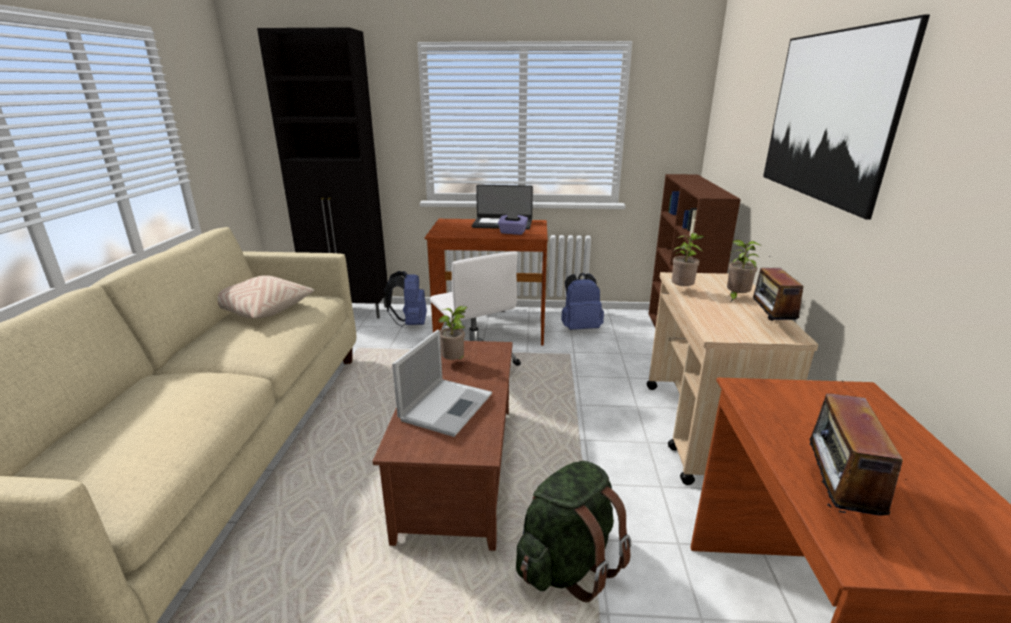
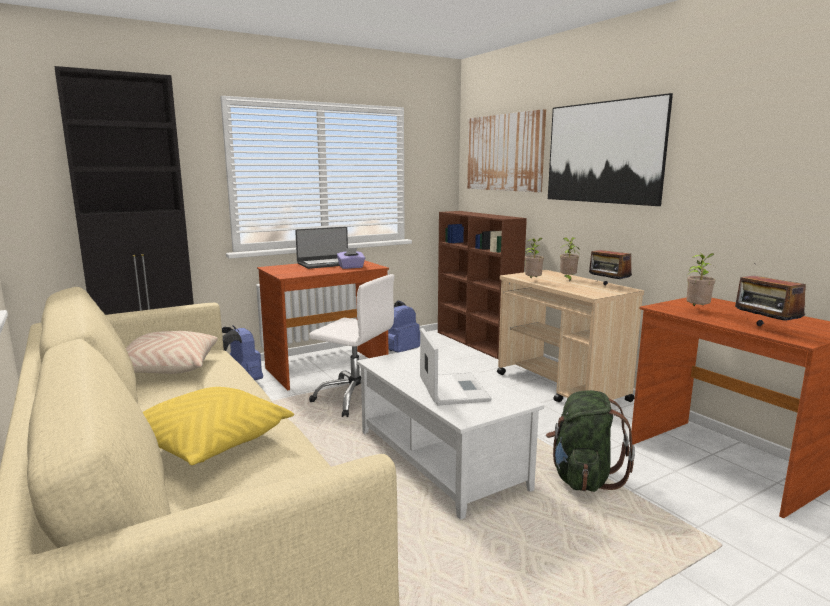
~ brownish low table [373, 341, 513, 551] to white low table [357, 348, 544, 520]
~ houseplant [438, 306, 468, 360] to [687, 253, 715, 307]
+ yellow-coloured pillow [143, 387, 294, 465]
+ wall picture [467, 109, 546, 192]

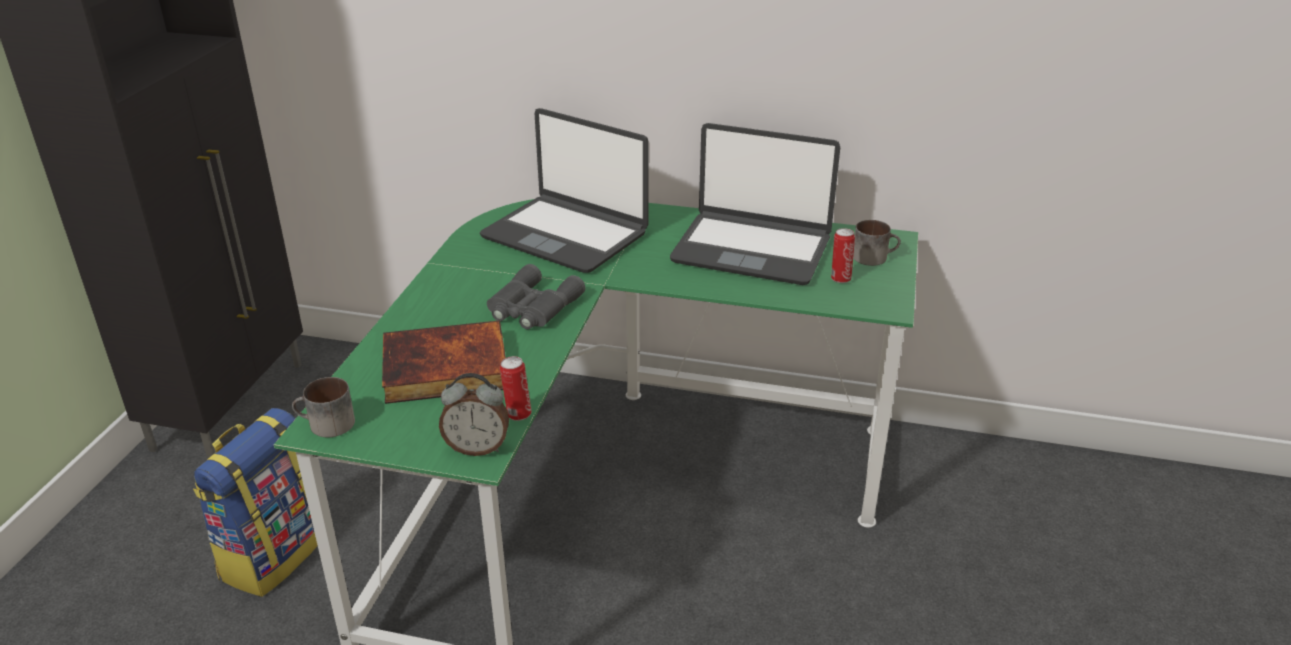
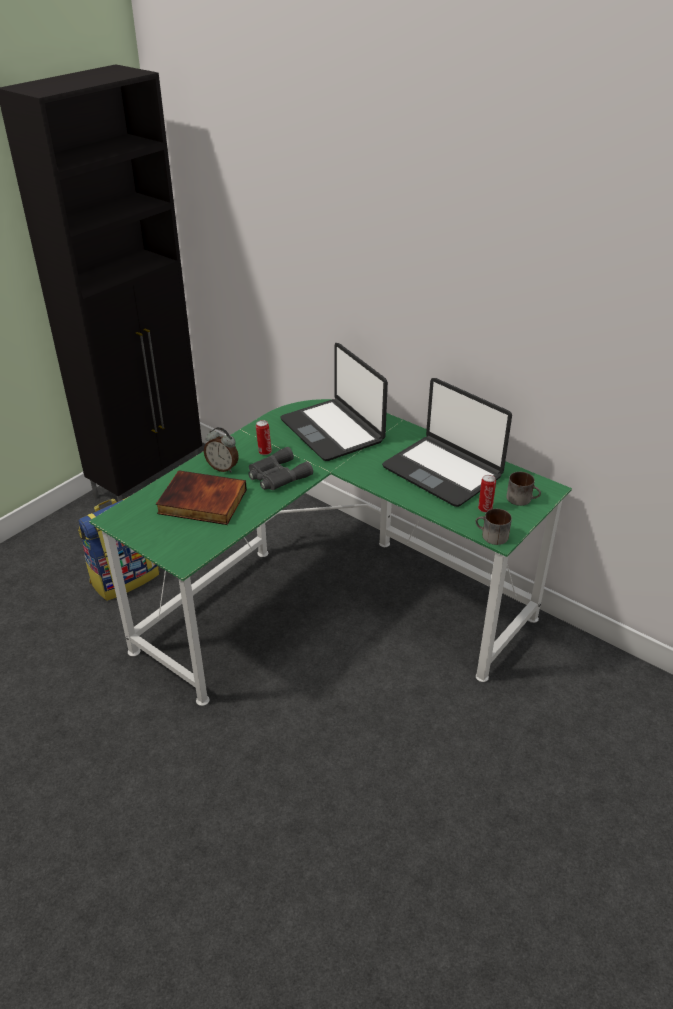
~ coffee mug [292, 377, 355, 437] to [476, 509, 512, 545]
~ alarm clock [439, 373, 509, 456] to [204, 427, 239, 472]
~ metal can [500, 356, 531, 421] to [256, 420, 272, 455]

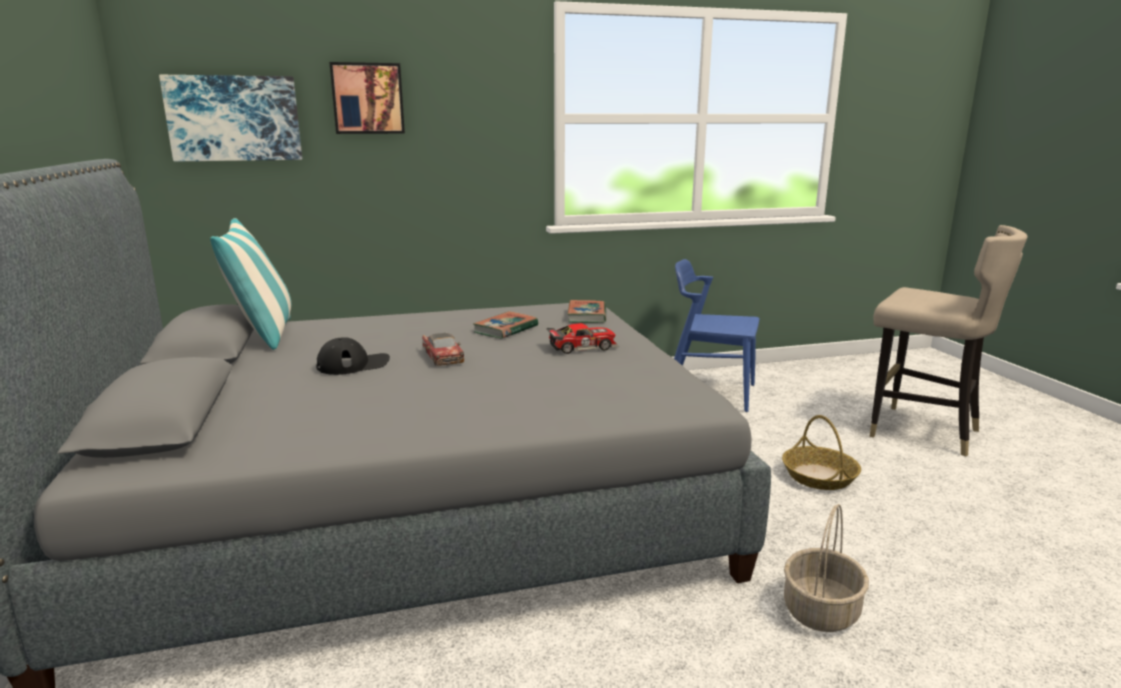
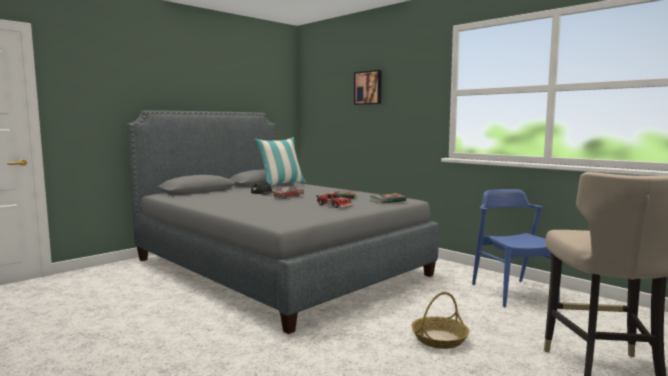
- wall picture [159, 75, 302, 161]
- storage basket [784, 504, 869, 632]

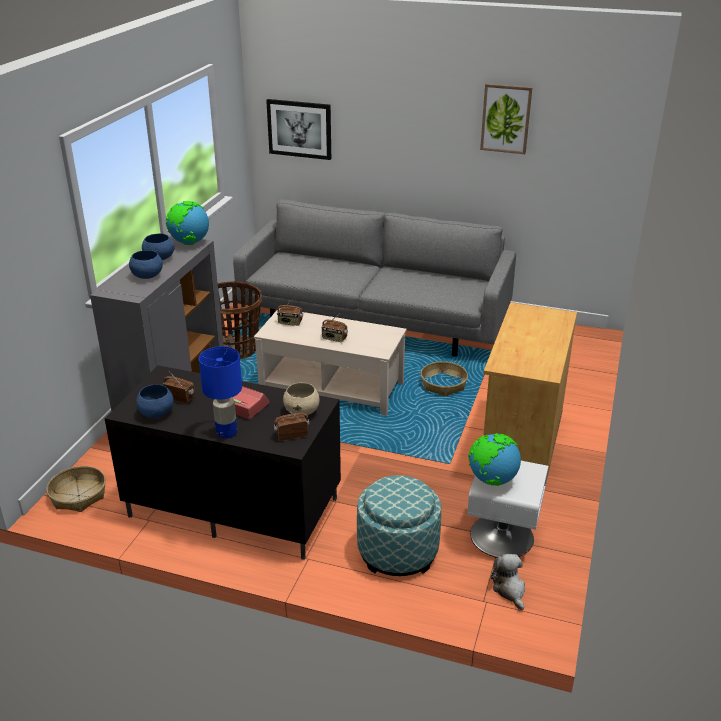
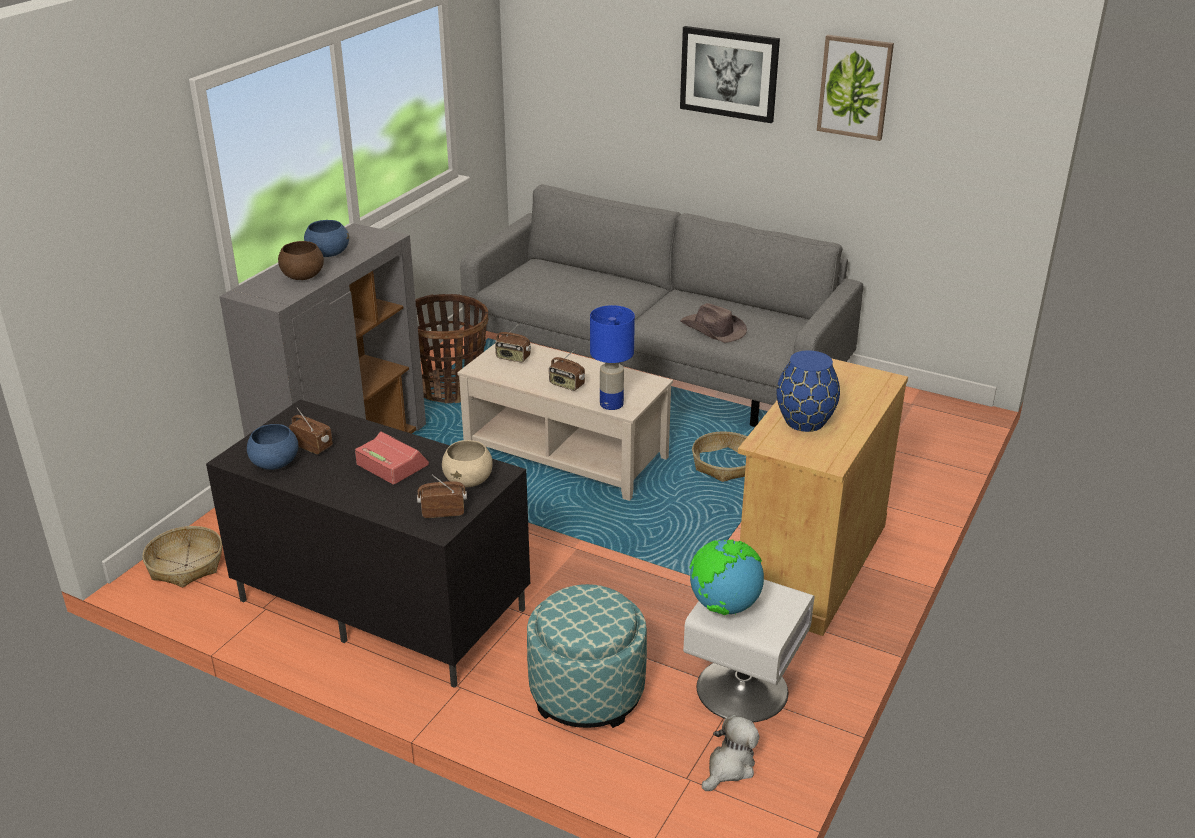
~ bluish deep dish [129, 250, 163, 279] to brownish deep dish [278, 241, 324, 280]
- world globe [166, 201, 209, 245]
~ bluish lamp for a table [199, 346, 242, 438] to [590, 305, 635, 410]
~ wall picture [266, 99, 331, 160] to [680, 26, 780, 123]
~ soft toy [491, 554, 525, 610] = [702, 715, 759, 791] 45 degrees clockwise
+ brownish hat [680, 303, 747, 343]
+ bluish vase [776, 350, 840, 432]

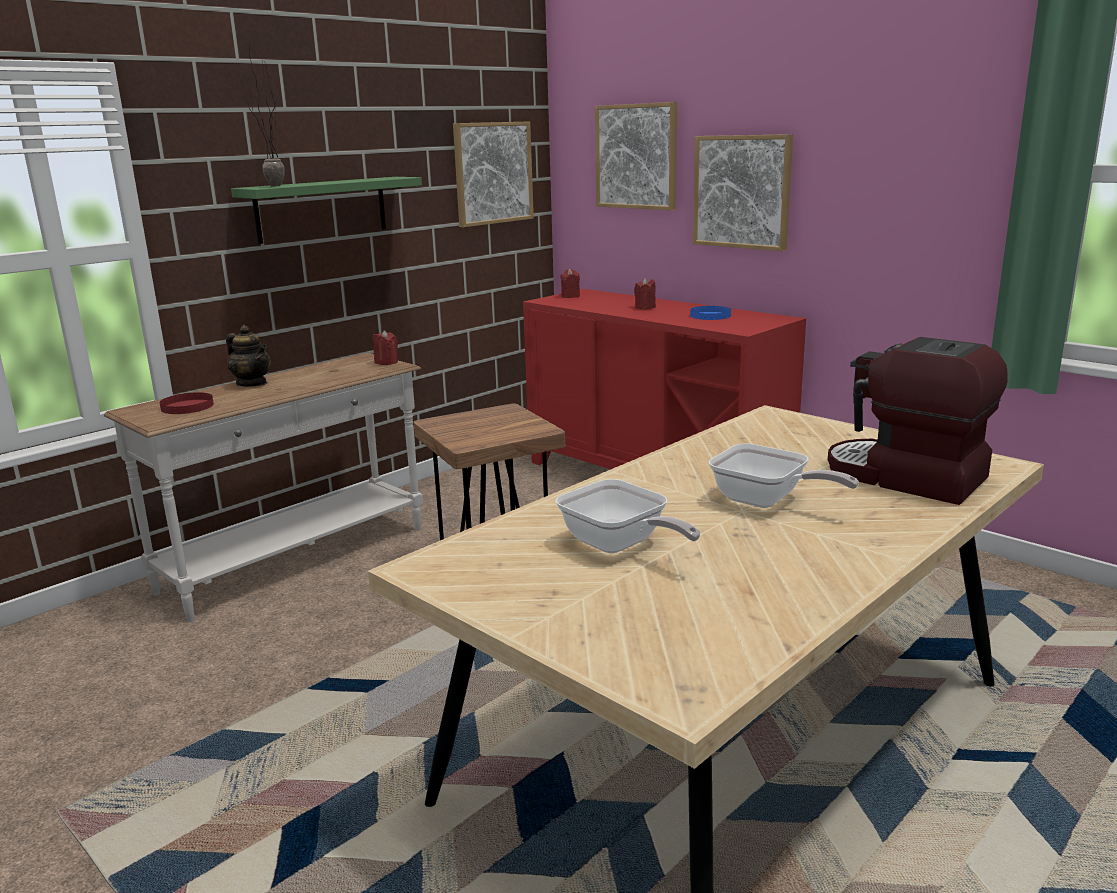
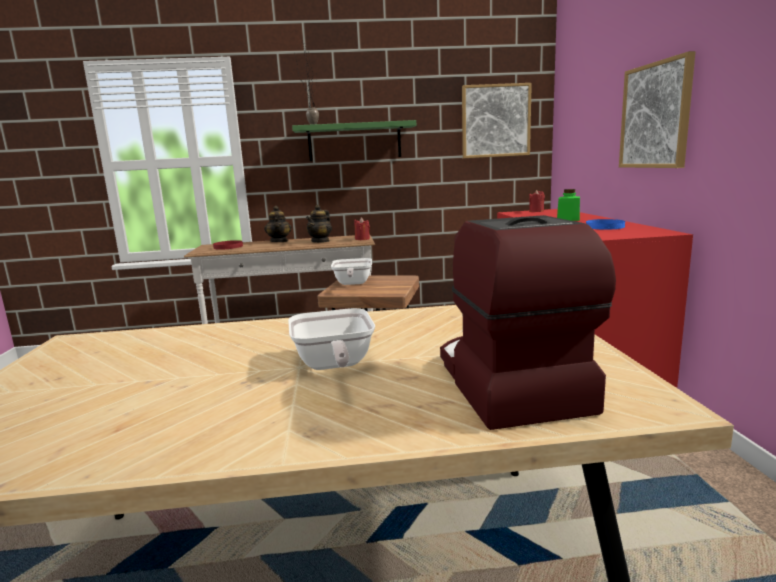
~ skillet [555, 479, 700, 554] to [331, 258, 372, 285]
- wall picture [595, 102, 677, 210]
~ red-coloured wax light [634, 278, 656, 309] to green preserve jar [557, 189, 580, 221]
+ tea pot [306, 205, 332, 243]

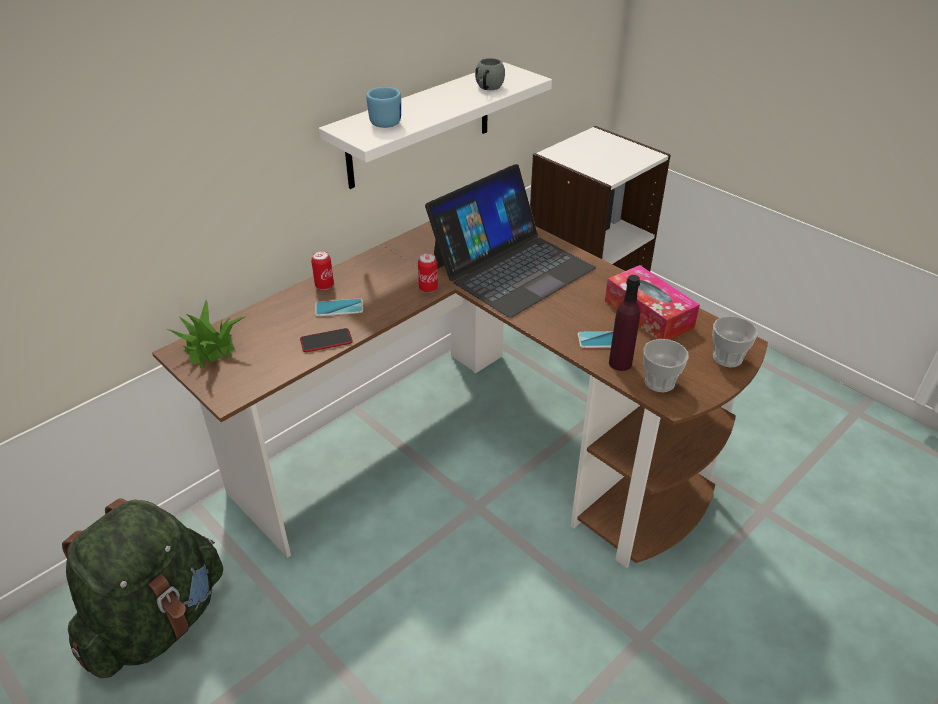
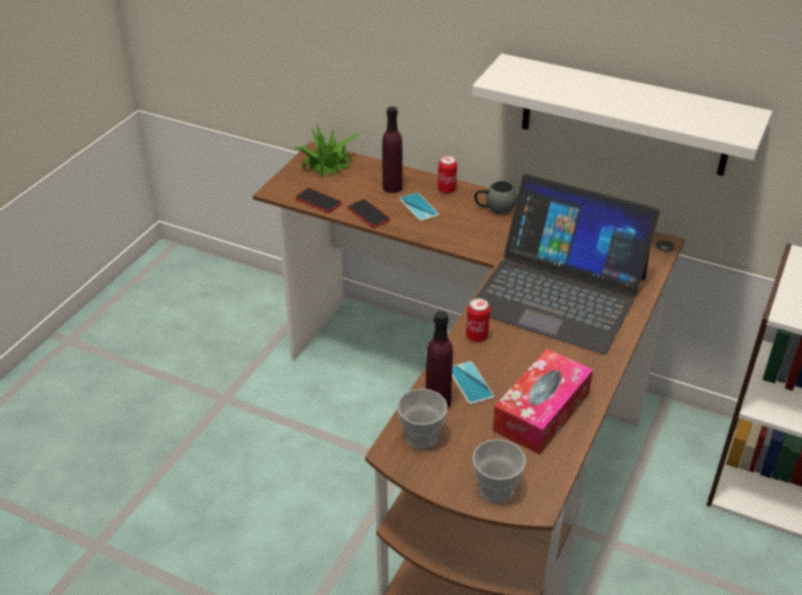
- green knapsack [62, 498, 223, 678]
- bluish coffee mug [366, 87, 401, 128]
~ metal can [418, 253, 438, 293] to [466, 298, 490, 342]
~ gray coffee mug [475, 58, 505, 90] to [474, 181, 517, 214]
+ phone [295, 188, 342, 213]
+ purple-coloured drink bottle [382, 106, 402, 193]

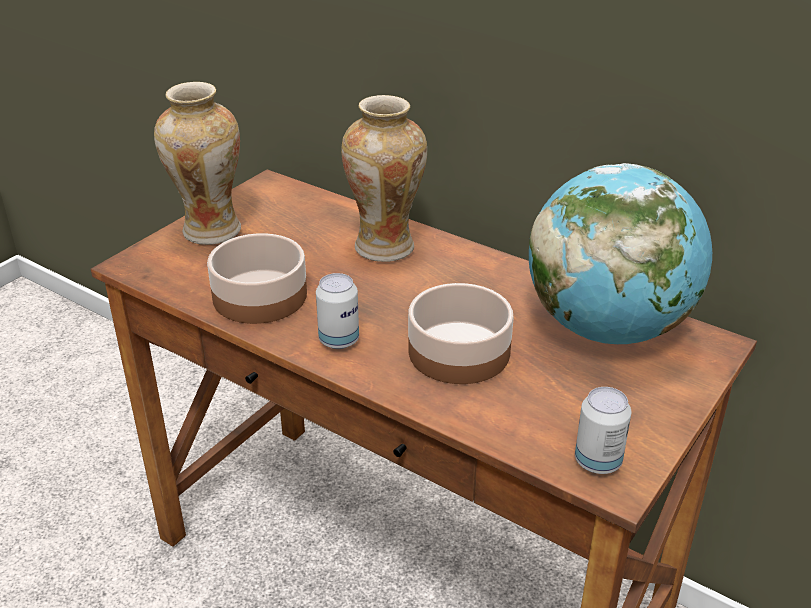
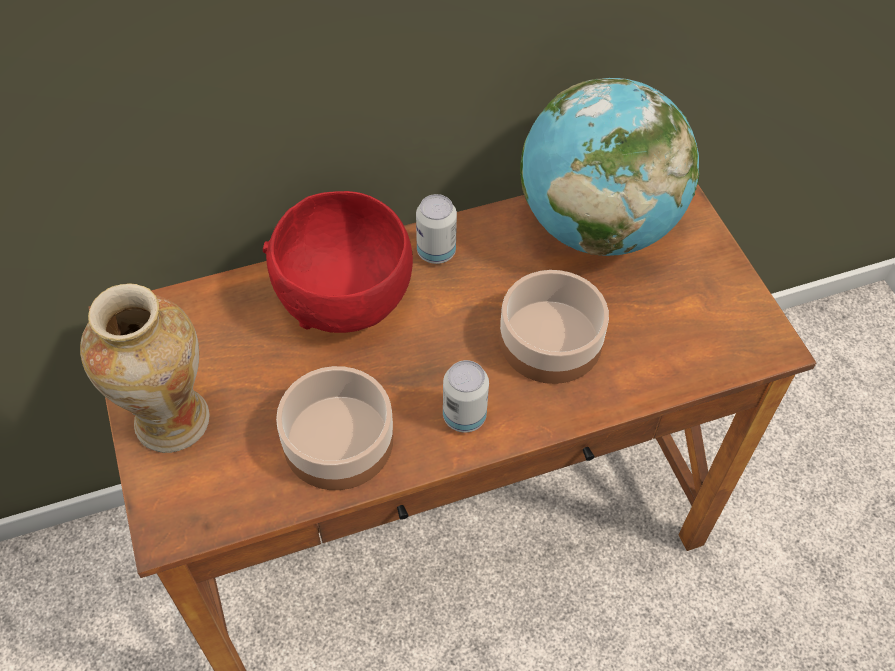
~ vase [341, 95, 427, 262] to red-coloured deep dish [263, 191, 413, 333]
~ metal can [575, 387, 631, 474] to [416, 194, 457, 264]

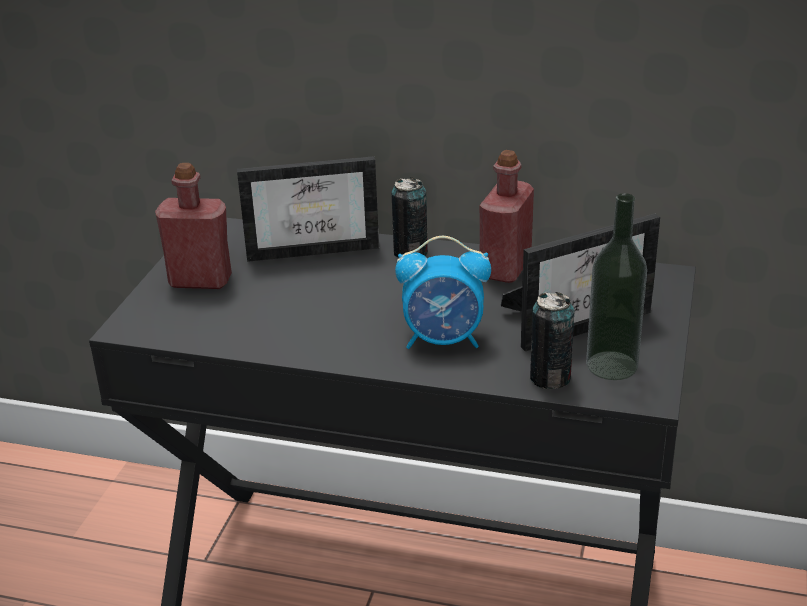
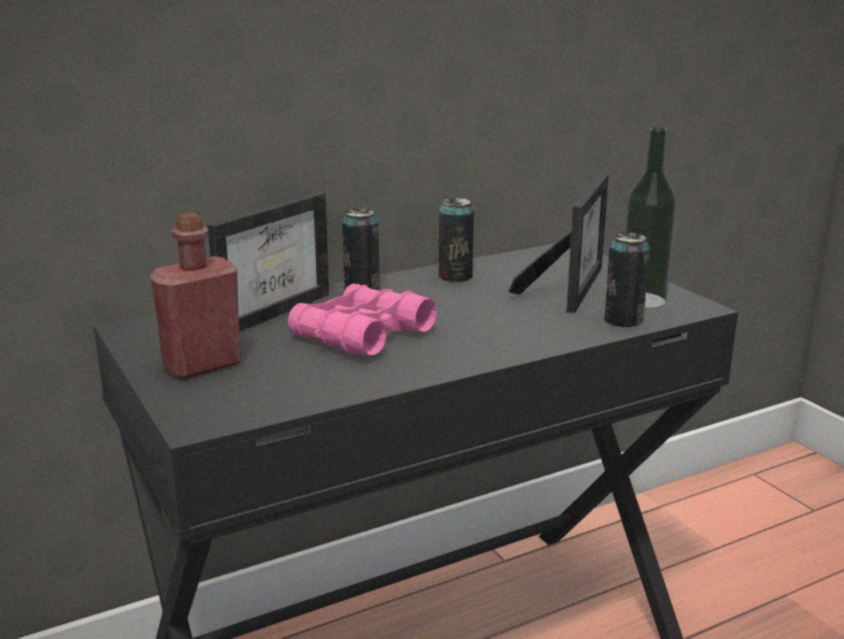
- alarm clock [395, 236, 491, 349]
~ red-coloured drink bottle [480, 150, 534, 283] to metal can [438, 198, 474, 282]
+ pink pair of binoculars [288, 283, 437, 356]

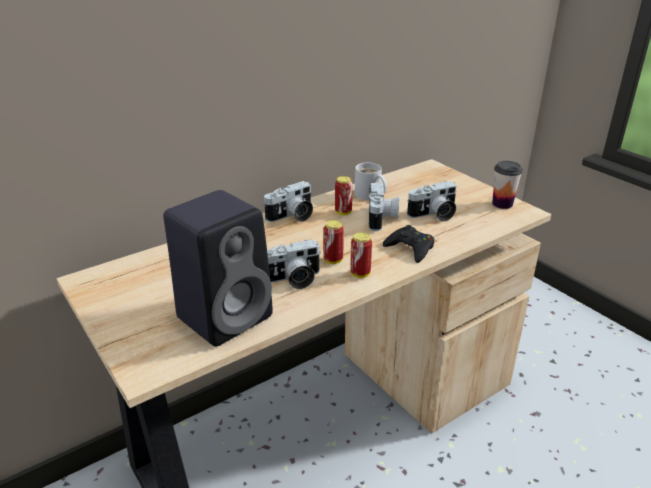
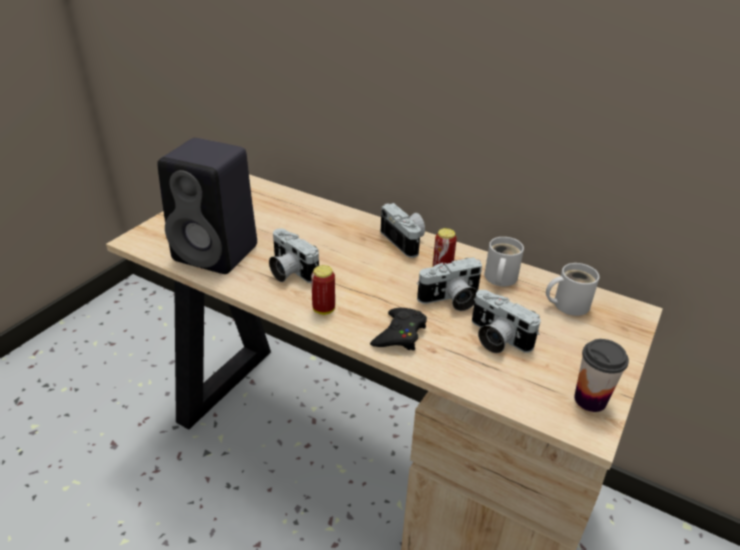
~ photo camera [264, 181, 313, 222] = [381, 203, 425, 258] 150 degrees counterclockwise
- metal can [323, 220, 344, 264]
+ white coffee mug [546, 263, 600, 316]

